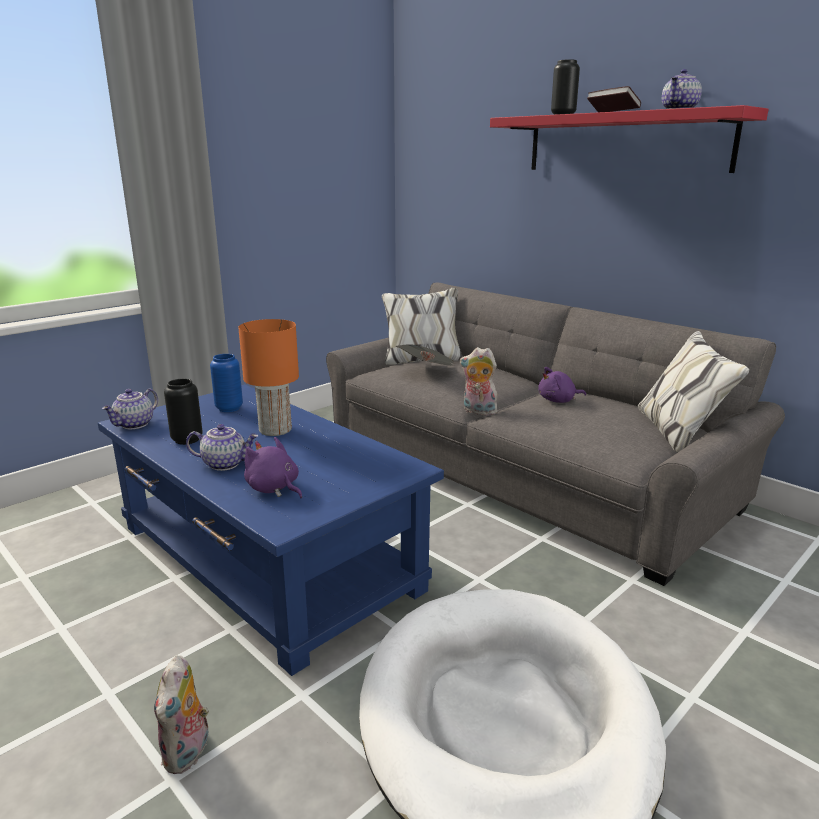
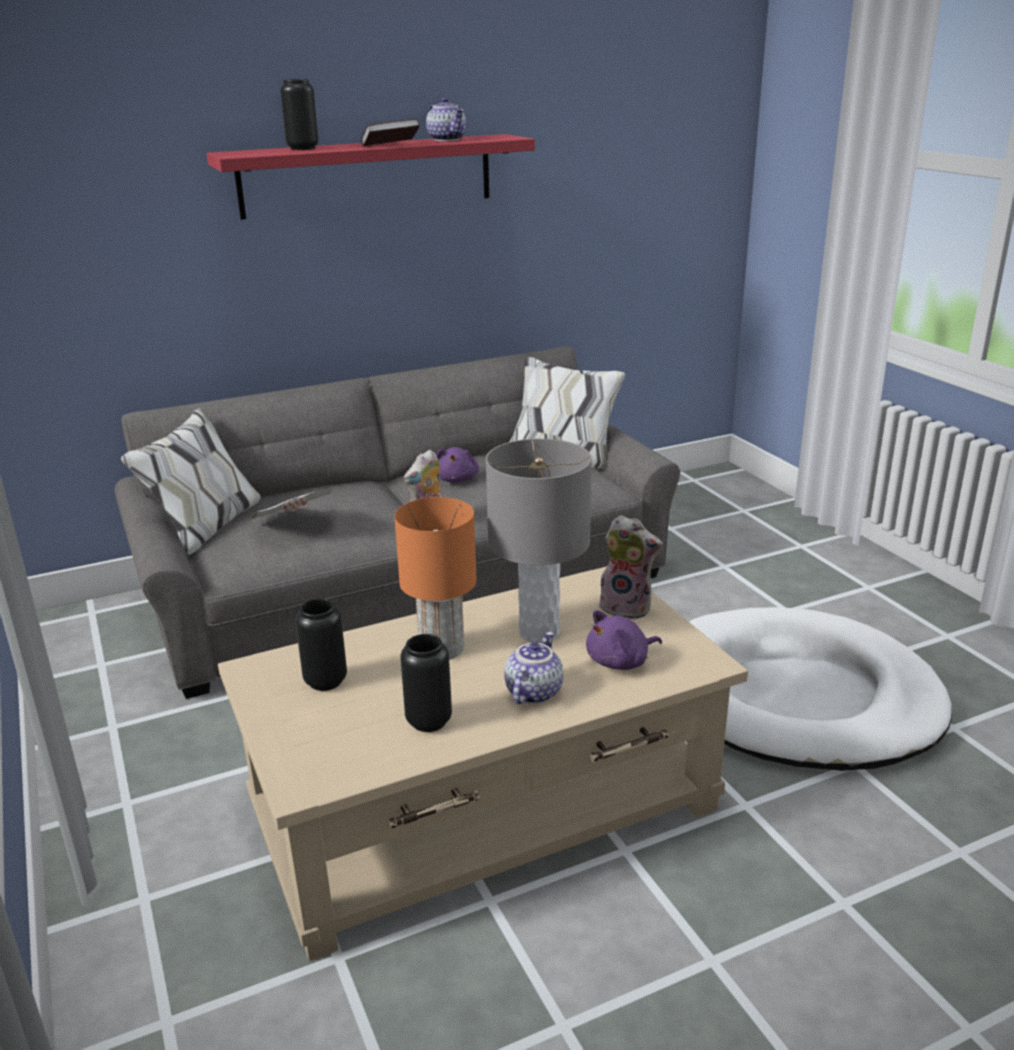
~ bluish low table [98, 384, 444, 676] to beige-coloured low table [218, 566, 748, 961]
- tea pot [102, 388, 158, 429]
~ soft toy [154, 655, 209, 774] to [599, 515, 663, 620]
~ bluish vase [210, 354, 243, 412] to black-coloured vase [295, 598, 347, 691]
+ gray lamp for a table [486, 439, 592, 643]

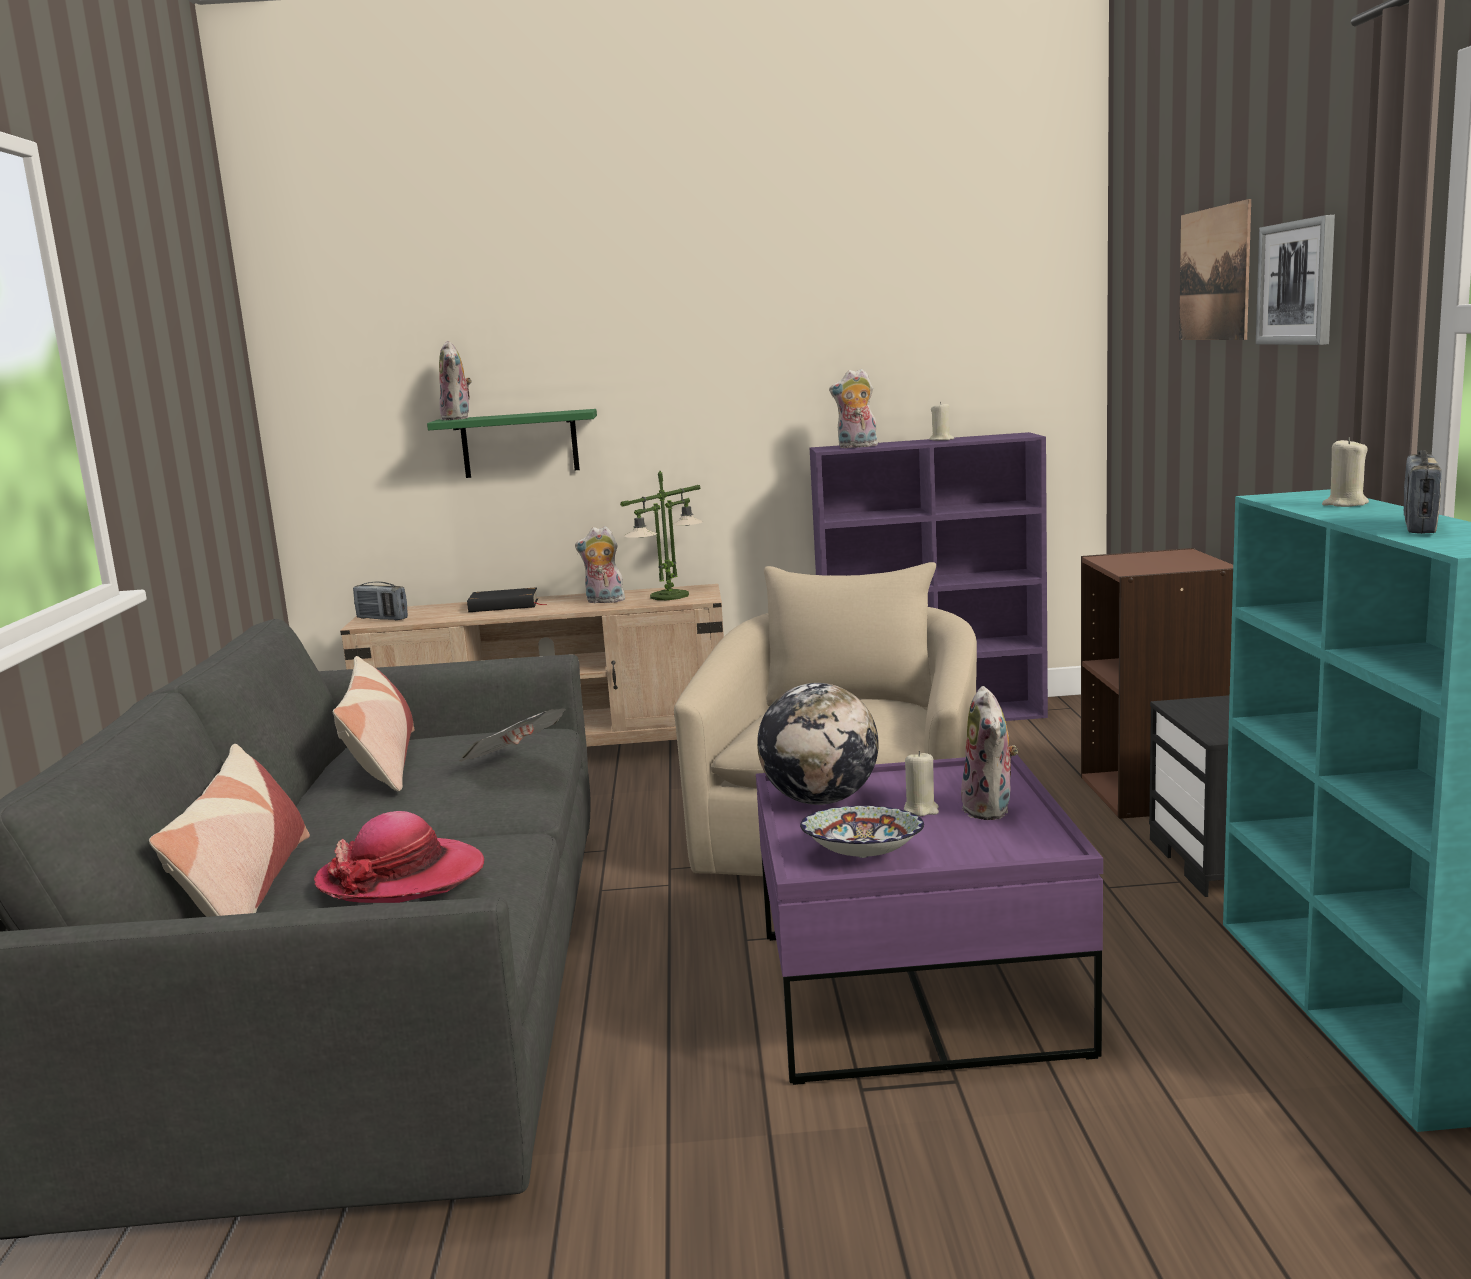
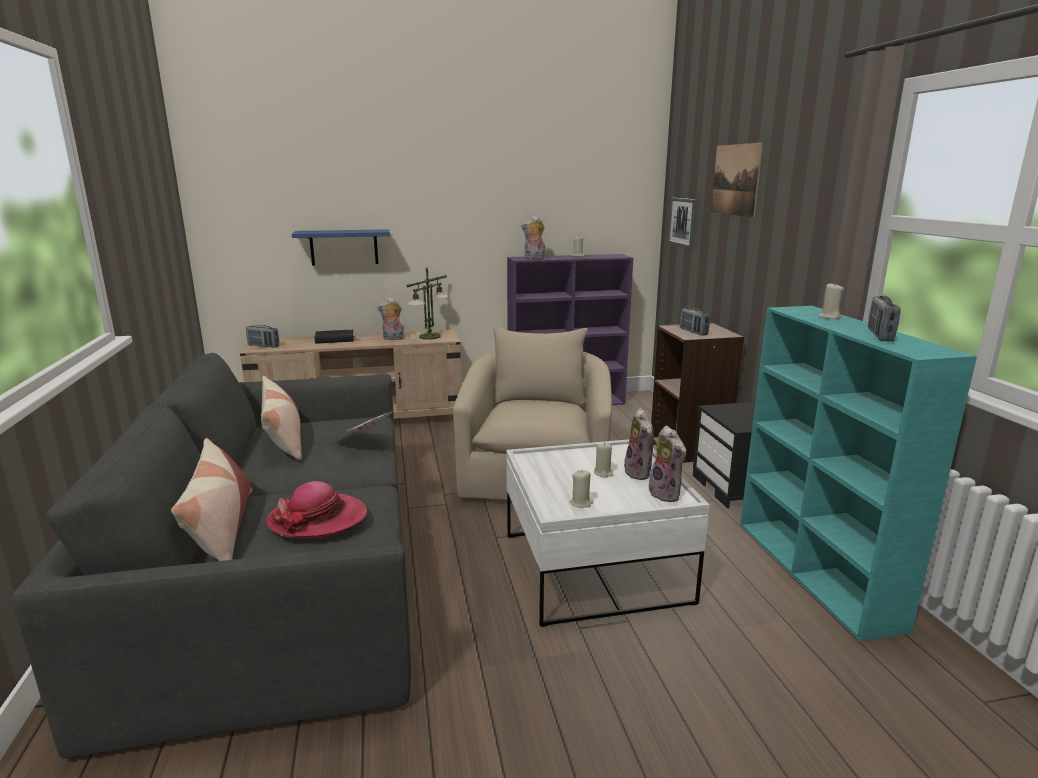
~ green wall shelf [427, 409, 597, 478] to bluish wall shelf [292, 229, 390, 266]
~ soft toy [439, 341, 472, 420] to [649, 426, 686, 502]
~ purple-coloured low table [756, 754, 1103, 1085] to white low table [507, 439, 710, 627]
- world globe [757, 683, 879, 805]
~ deep dish [800, 806, 924, 858] to beige-coloured wax light [570, 470, 593, 508]
~ wall picture [1256, 215, 1335, 345] to [668, 198, 698, 249]
+ radio receiver [680, 308, 710, 336]

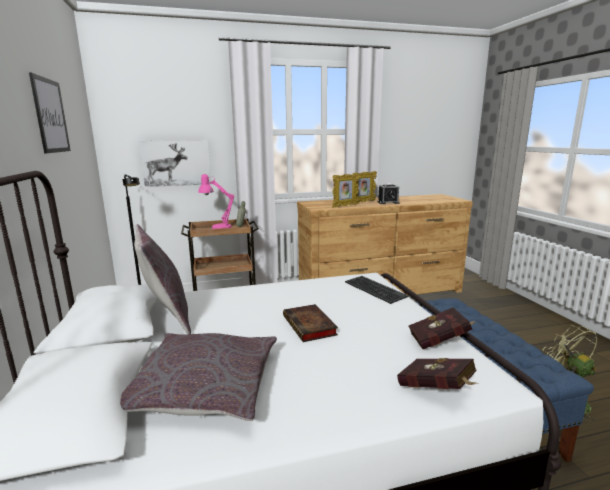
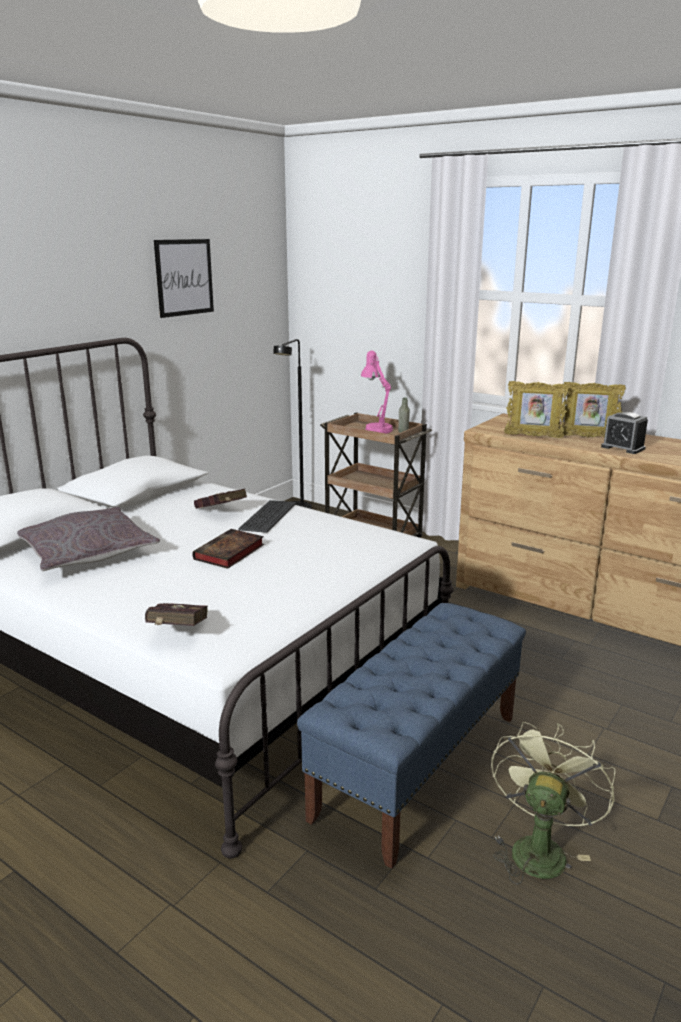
- gray pillow [134, 224, 191, 334]
- wall picture [139, 140, 211, 187]
~ computer keyboard [345, 276, 408, 304] to [238, 500, 296, 533]
~ red-coloured bound book [409, 307, 476, 349] to [194, 489, 247, 509]

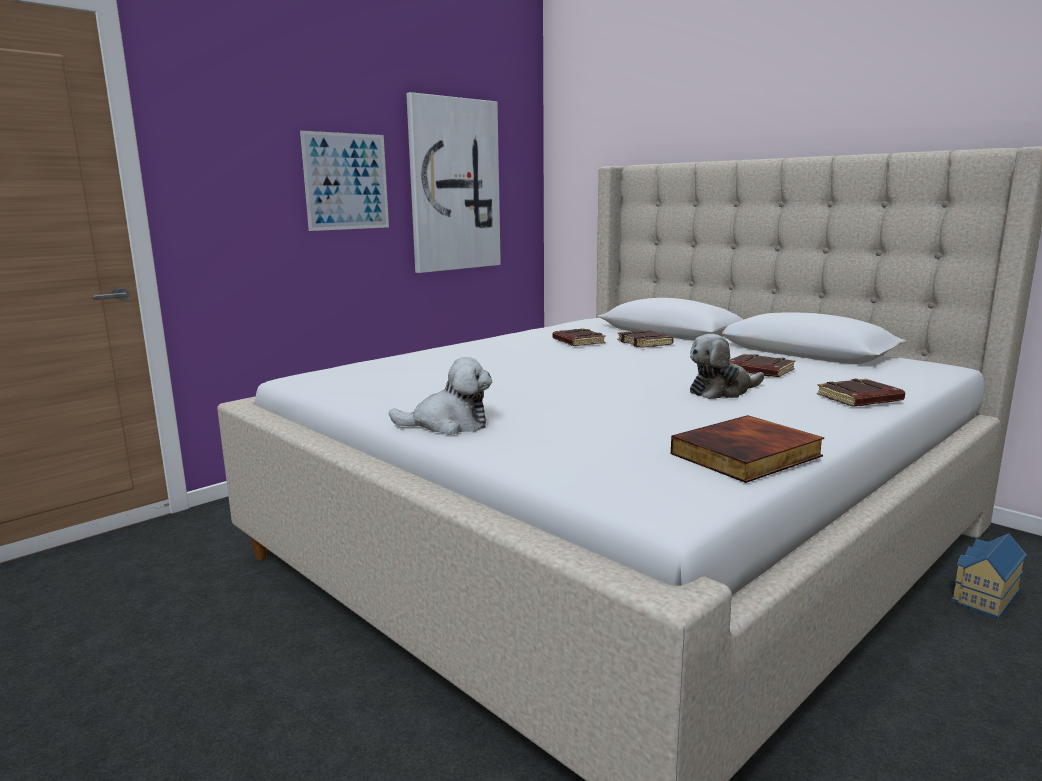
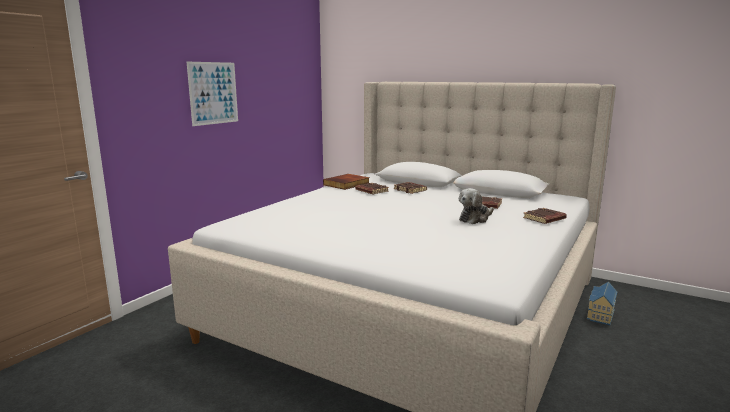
- soft toy [389, 357, 492, 435]
- wall picture [406, 92, 501, 273]
~ bound book [671, 415, 824, 483] to [323, 174, 370, 190]

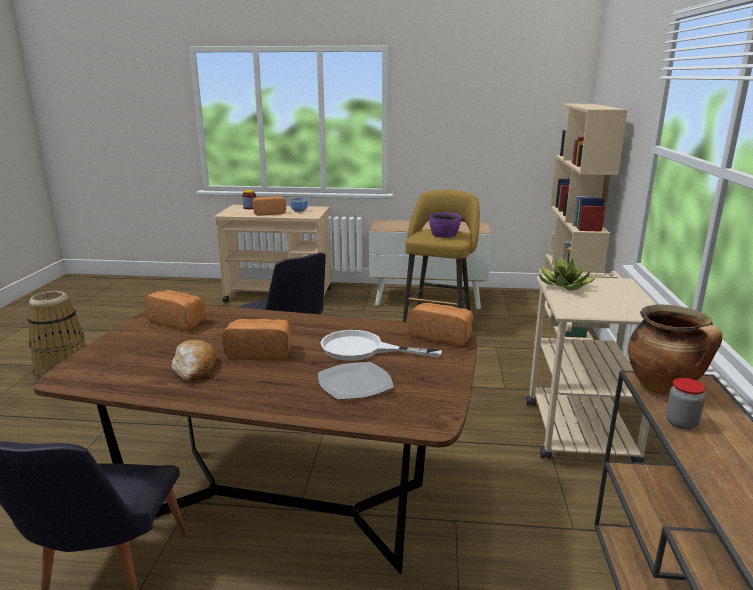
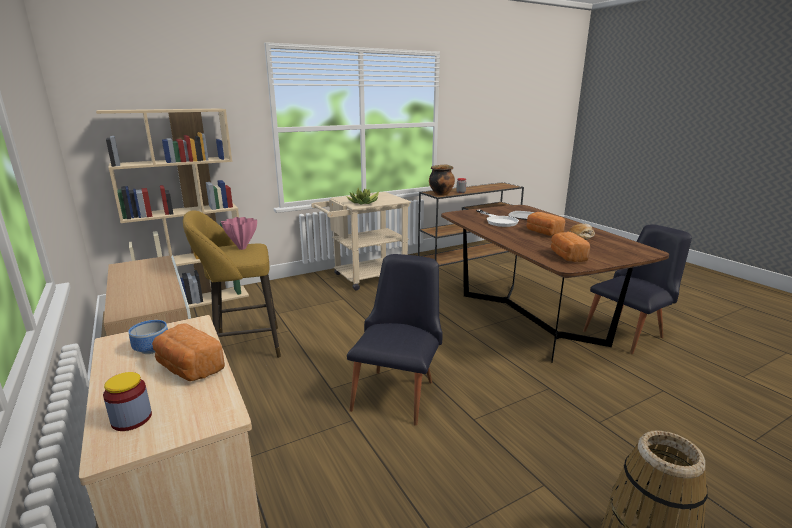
- bread [408, 303, 473, 346]
~ purple-coloured deep dish [429, 212, 461, 238] to pink vase [221, 217, 257, 250]

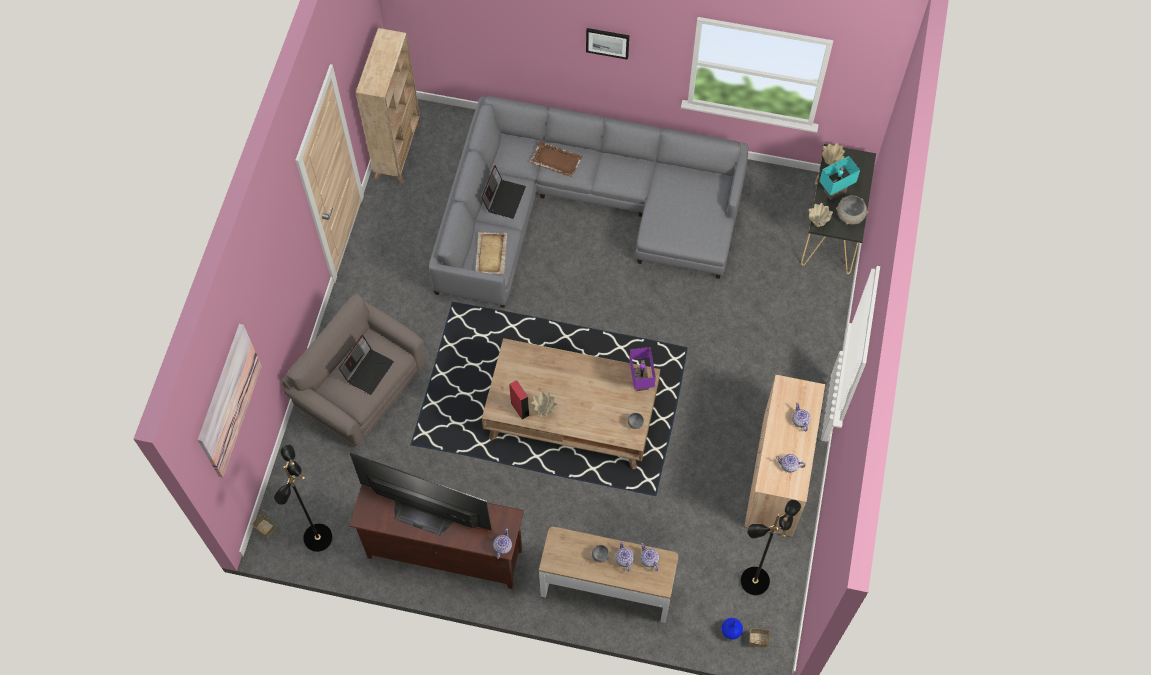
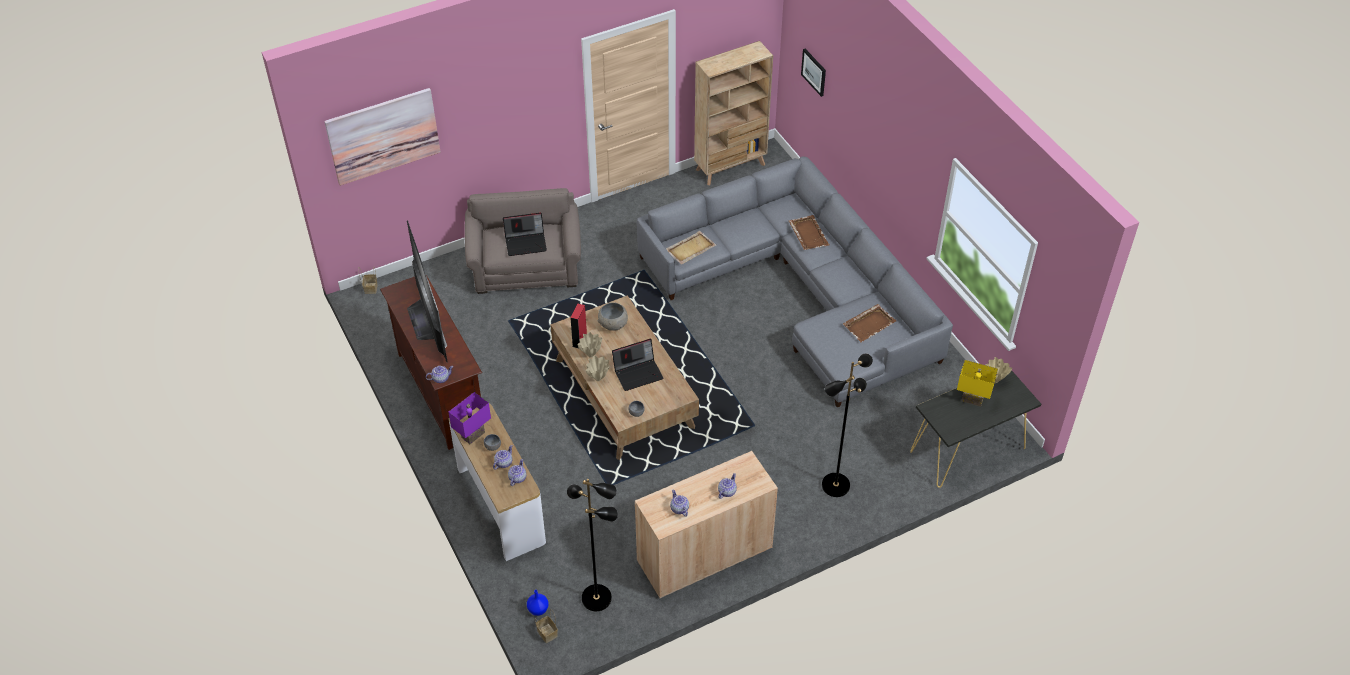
~ black-coloured standing lamp [274, 445, 332, 552] to [822, 354, 873, 497]
~ portable computer [481, 165, 526, 219] to [612, 339, 664, 391]
~ wall picture [586, 28, 629, 60] to [801, 49, 826, 97]
~ purple-coloured lamp for a table [629, 347, 656, 391] to [448, 392, 491, 444]
~ beige-coloured vase [809, 203, 833, 227] to [586, 356, 609, 381]
~ turquoise-coloured lamp for a table [819, 156, 860, 200] to yellow-coloured lamp for a table [957, 360, 998, 407]
~ gray deep dish [836, 195, 868, 225] to [597, 302, 628, 331]
+ brownish serving tray [843, 304, 896, 342]

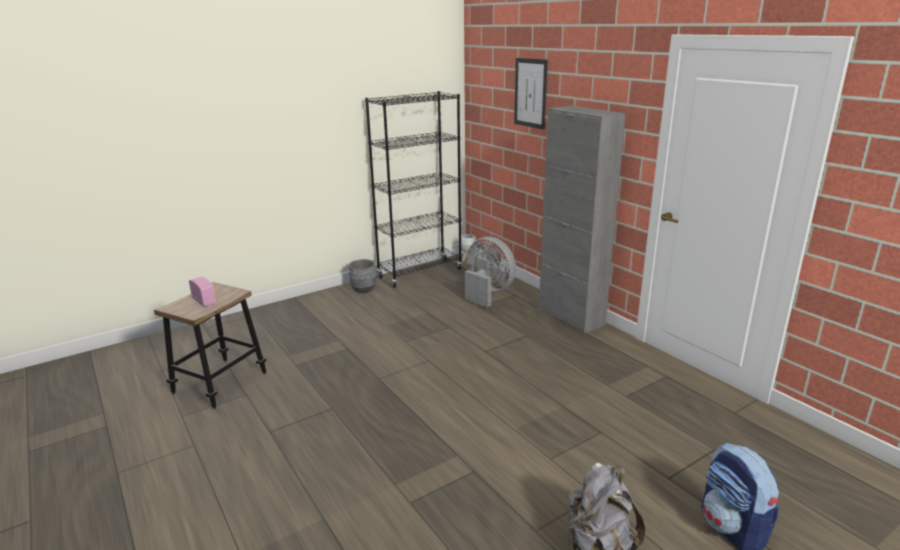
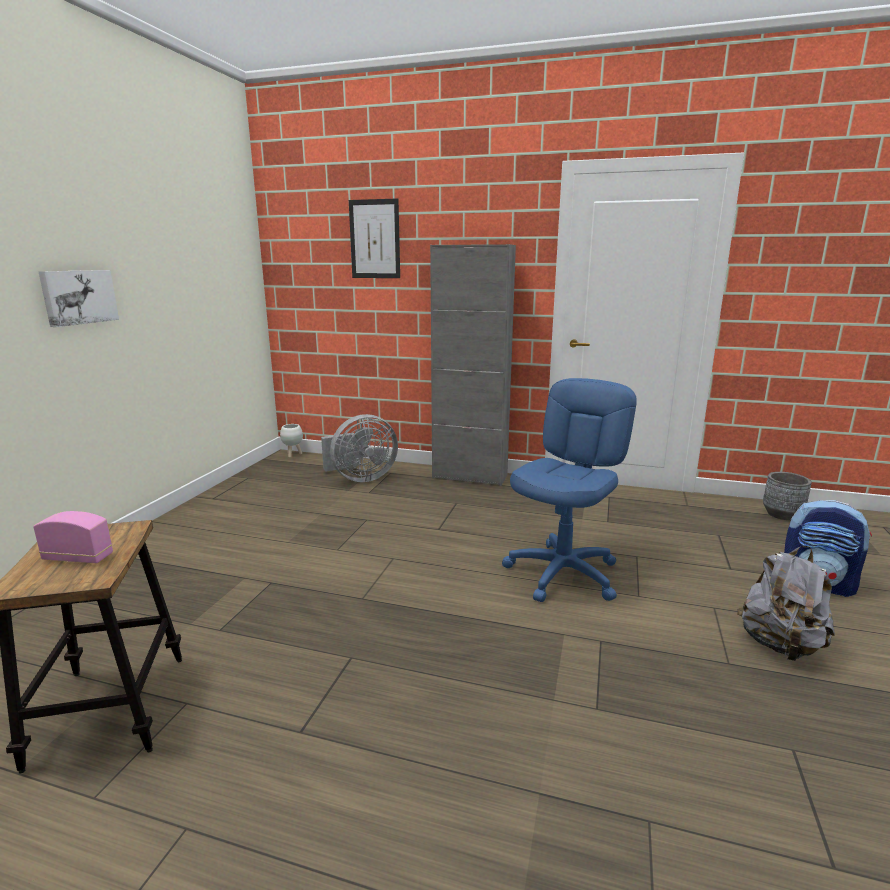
~ gray flower pot [349, 259, 377, 293] to [763, 472, 812, 520]
- black-coloured bookcase [365, 91, 462, 288]
~ gray cooling fan [465, 237, 516, 308] = [321, 414, 398, 482] 150 degrees clockwise
+ wall picture [39, 270, 119, 327]
+ bluish desk chair [502, 378, 637, 602]

